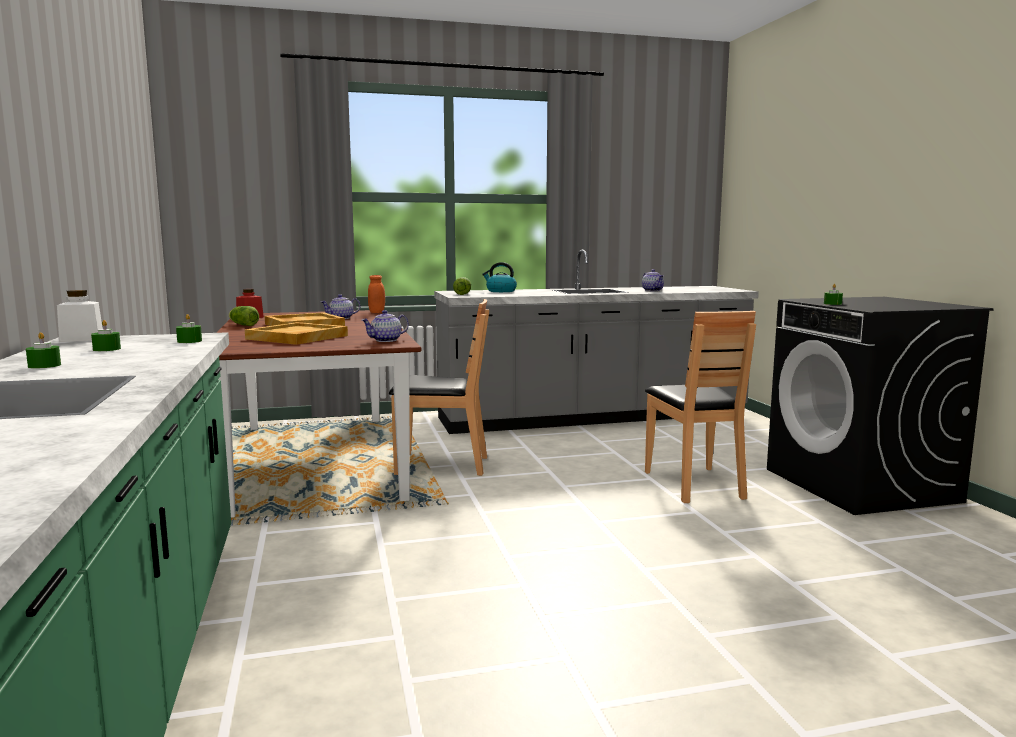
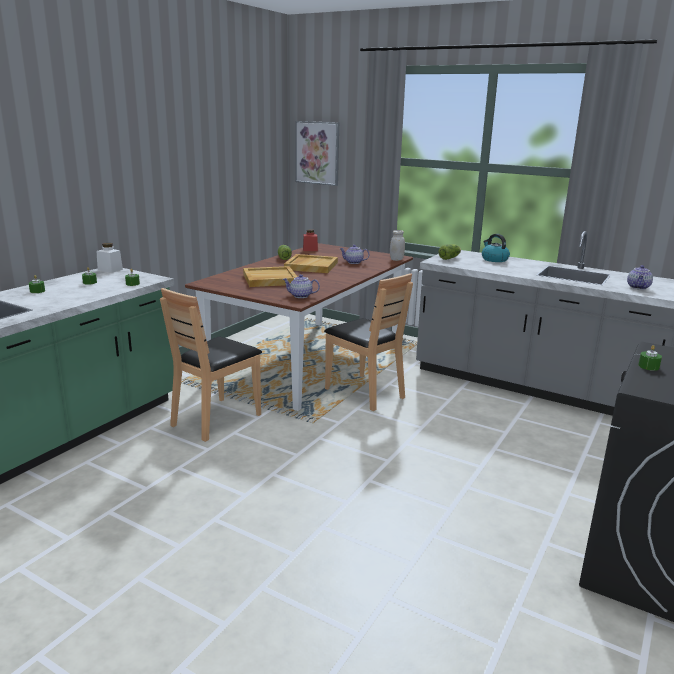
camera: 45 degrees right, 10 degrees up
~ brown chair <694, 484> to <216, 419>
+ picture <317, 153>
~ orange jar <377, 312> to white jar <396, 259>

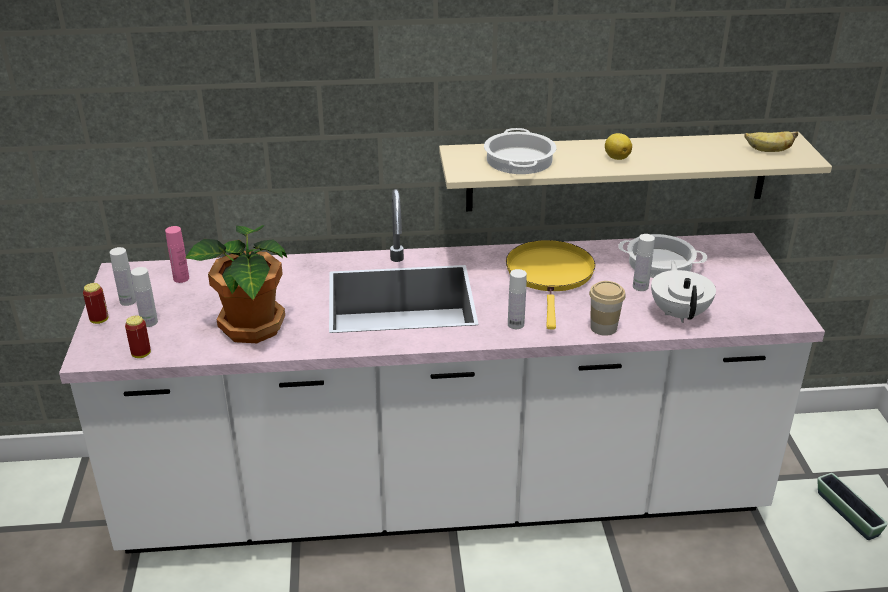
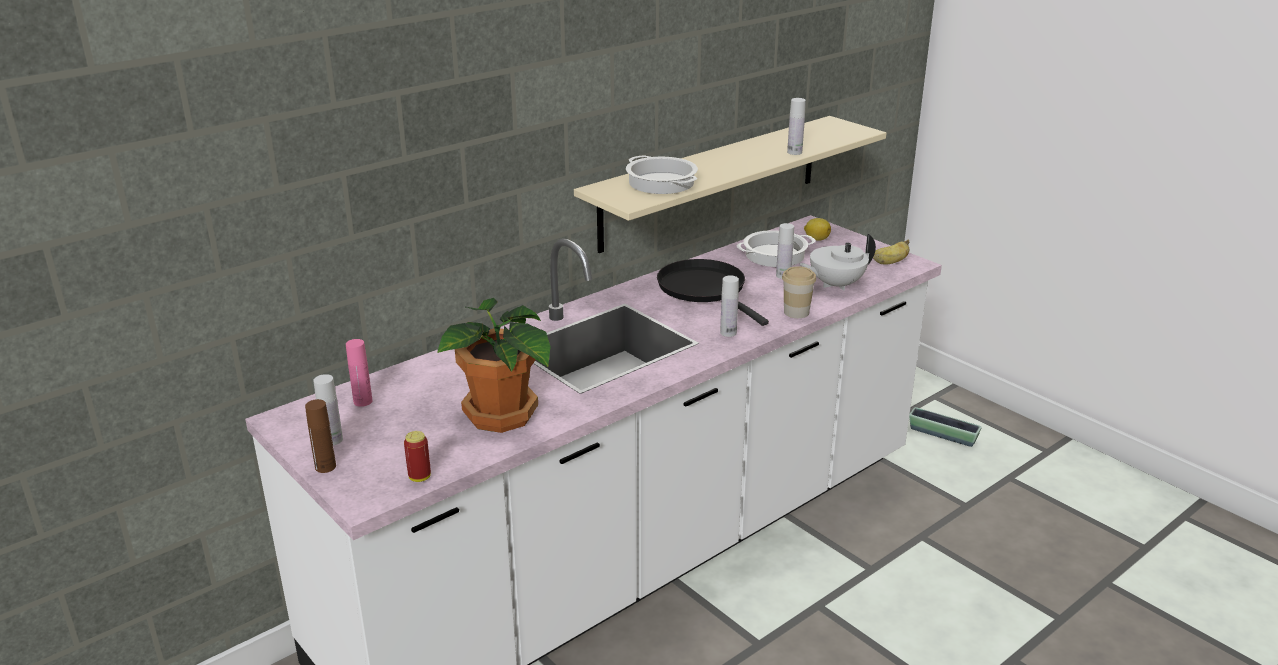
camera: 35 degrees left, 5 degrees down
~ can <99, 320> to brown bottle <325, 467>
~ yellow frying pan <550, 275> to black frying pan <705, 289>
~ white bottle <149, 322> to <794, 152>
~ white teapot <679, 313> = <835, 285> 75 degrees counterclockwise
~ lemon <616, 157> to <816, 239>
~ banana <768, 151> to <890, 263>

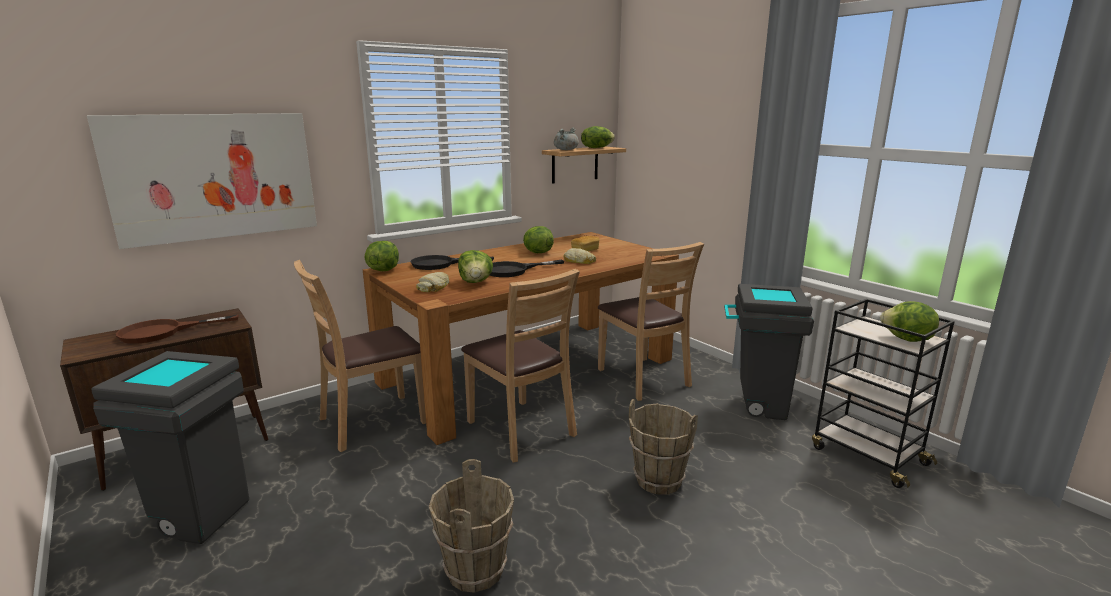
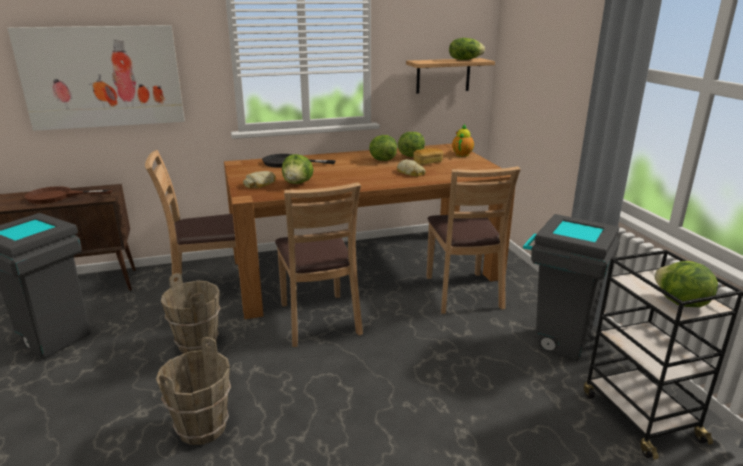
camera: 20 degrees right, 5 degrees up
~ brown bucket <658, 480> to <198, 343>
~ lettuce <383, 270> to <411, 156>
+ teapot <462, 154>
- black frying pan <513, 270>
- grey cooking pot <566, 150>

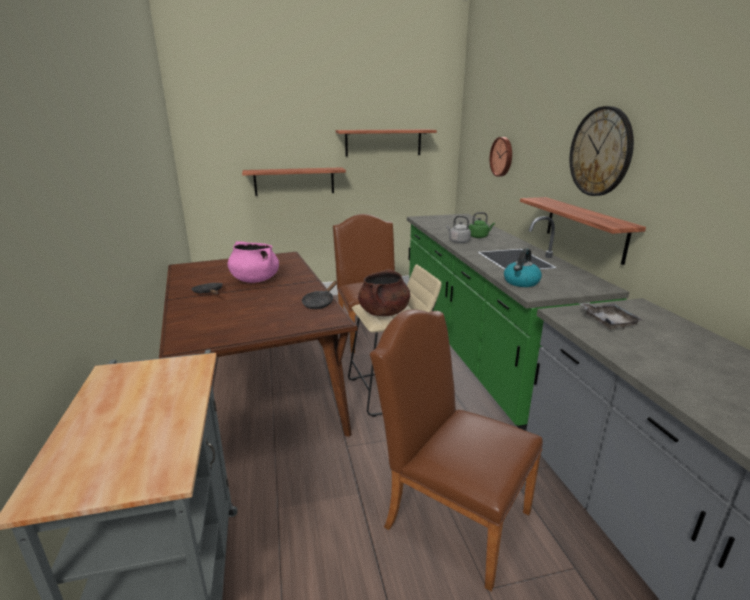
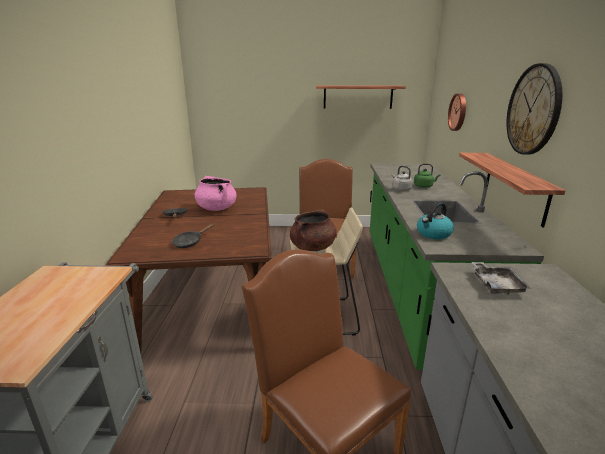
camera: 15 degrees right, 0 degrees up
~ black frying pan <319, 303> to <190, 242>
- shelf <294, 181>

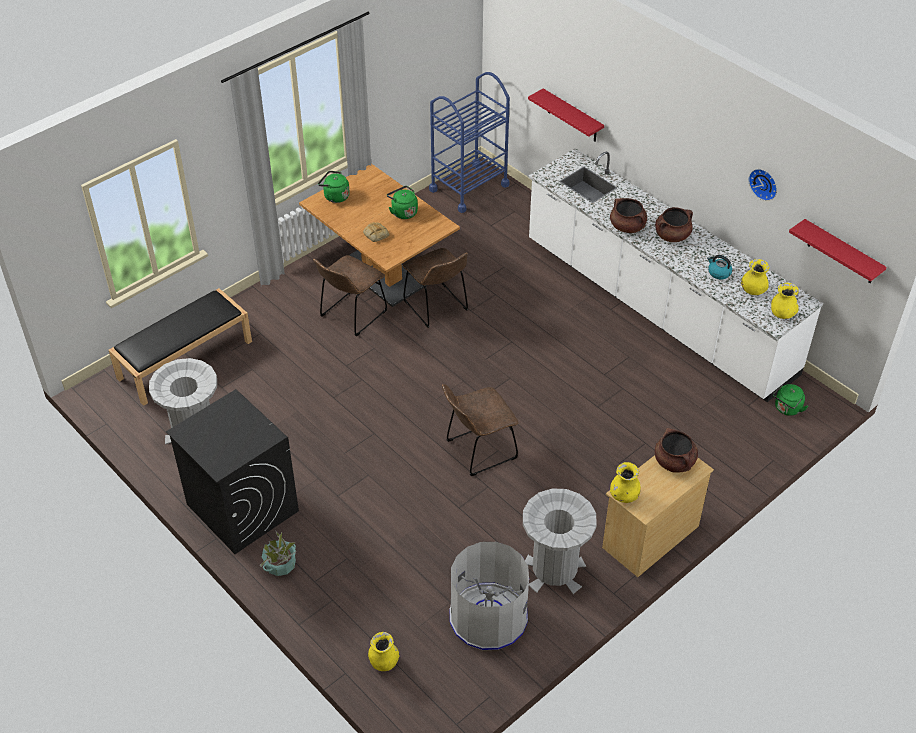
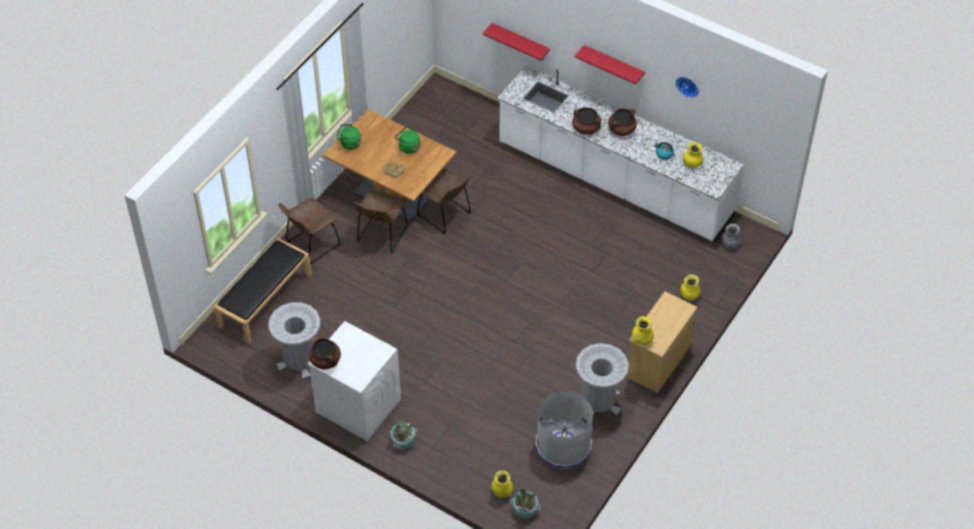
camera: 15 degrees left, 5 degrees up
~ brown chair <478, 451> to <311, 245>
~ black washing machine <241, 507> to white washing machine <357, 405>
~ brown cooking pot <674, 462> to <325, 361>
+ potted plant <525, 509>
~ red shelf <841, 253> to <613, 65>
~ yellow vase <782, 314> to <689, 295>
~ green kettle <787, 409> to grey vase <730, 244>
- blue cart <469, 187>

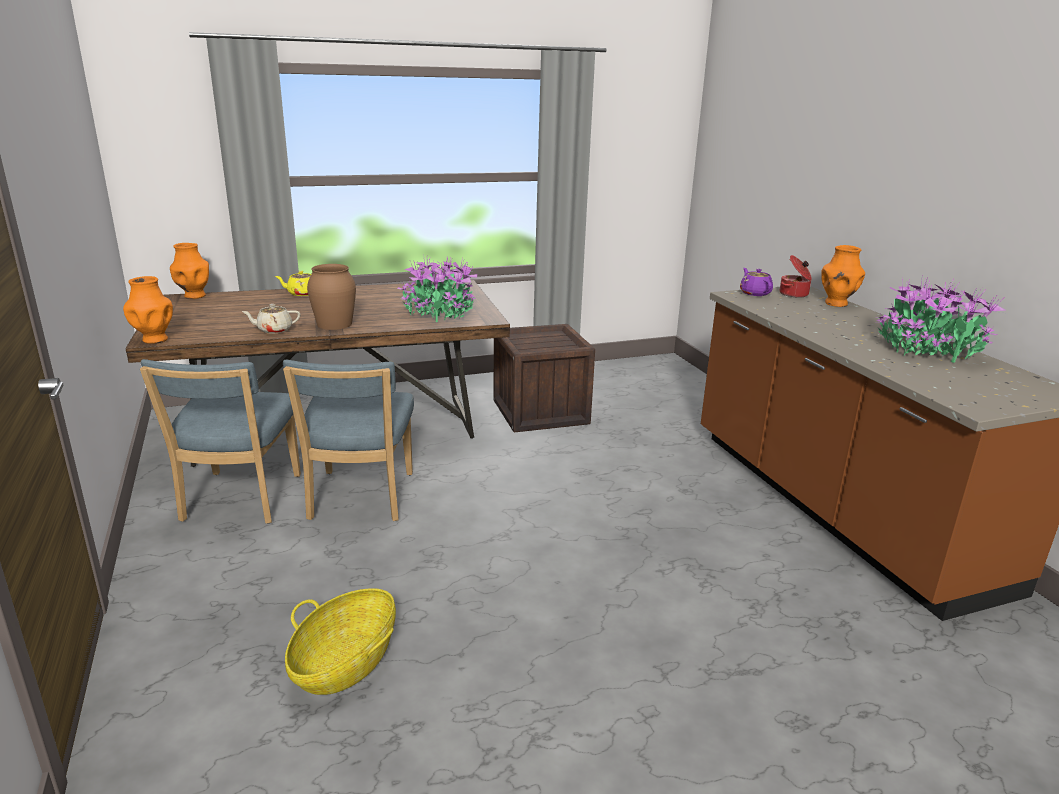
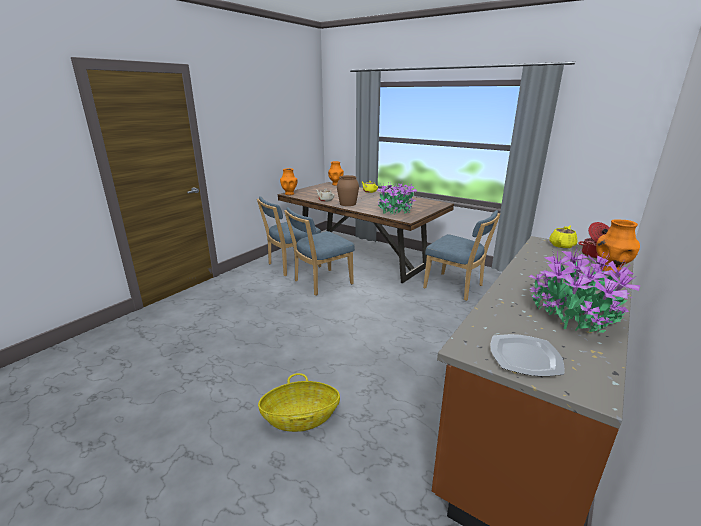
camera: 55 degrees right, 0 degrees up
~ basket <345, 663> to <300, 418>
~ crate <540, 412> to blue chair <456, 287>
+ plate <524, 357>
~ purple teapot <754, 293> to yellow teapot <562, 245>

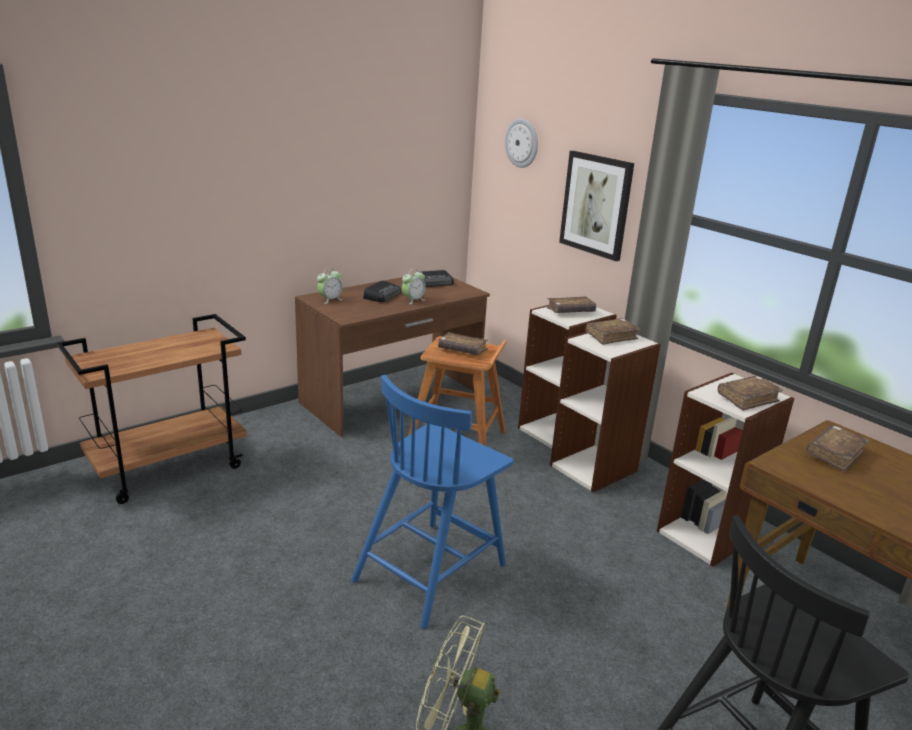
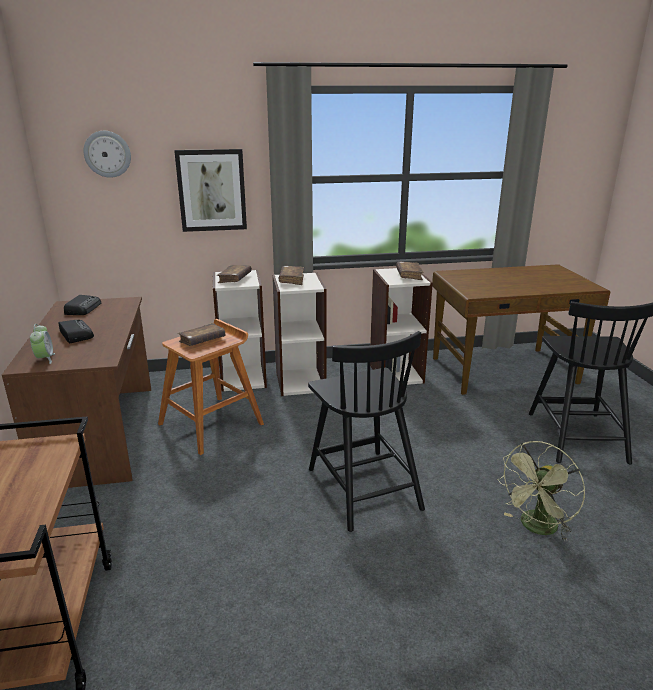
camera: 60 degrees left, 0 degrees up
~ blue chair <431, 570> to black chair <363, 487>
- alarm clock <413, 300>
- brown book <835, 454>

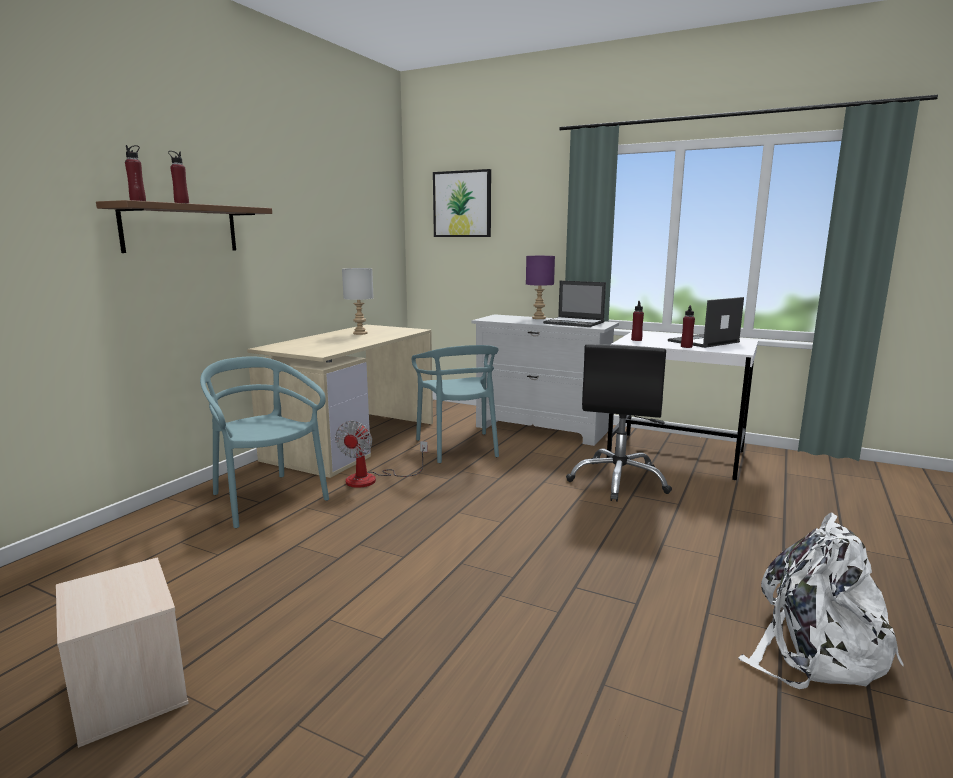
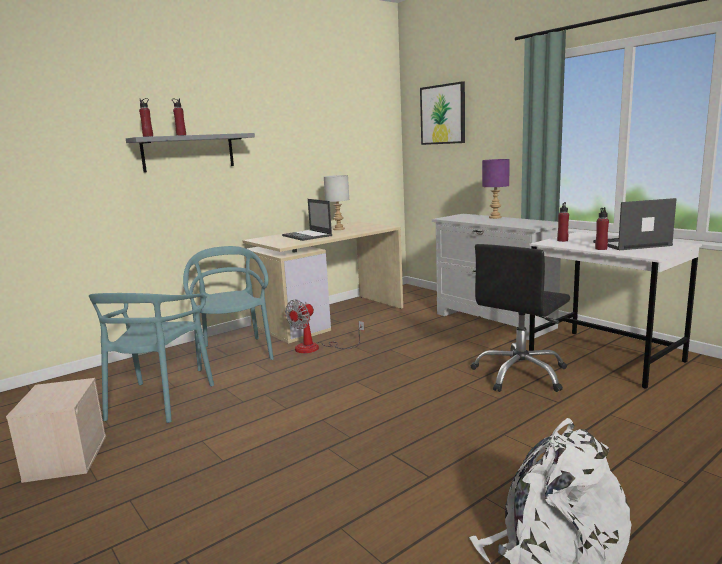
camera: 25 degrees right, 0 degrees up
~ turquoise chair <459, 447> to <158, 401>
~ brown shelf <180, 228> to grey shelf <188, 152>
~ laptop <574, 323> to <307, 236>

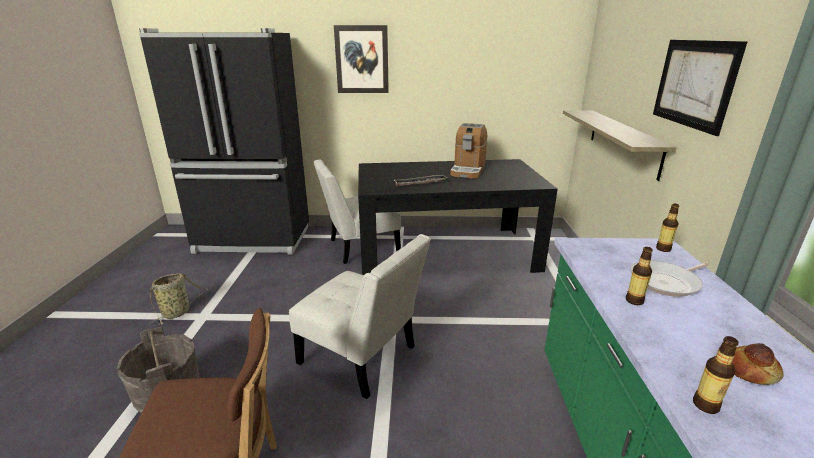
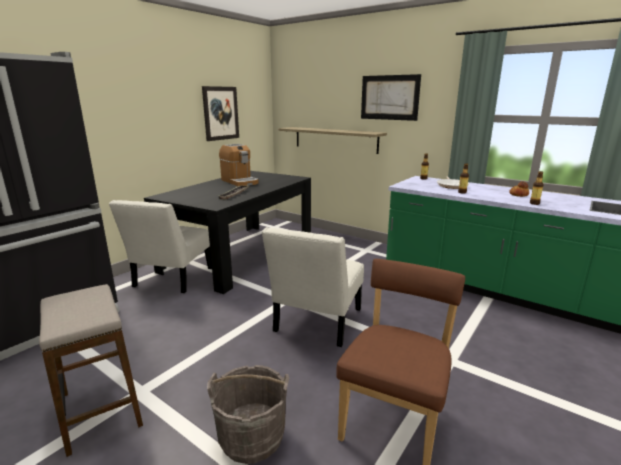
camera: 55 degrees left, 5 degrees down
~ basket <178, 312> to stool <100, 410>
~ picture <362, 60> to <220, 113>
~ white chair <362, 358> = <316, 323> 135 degrees clockwise

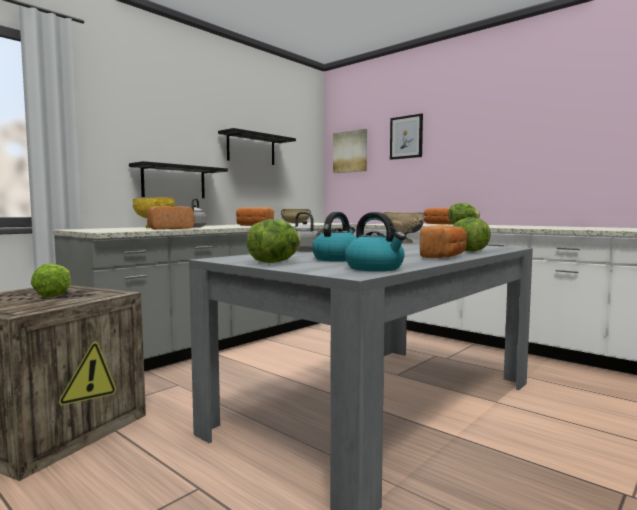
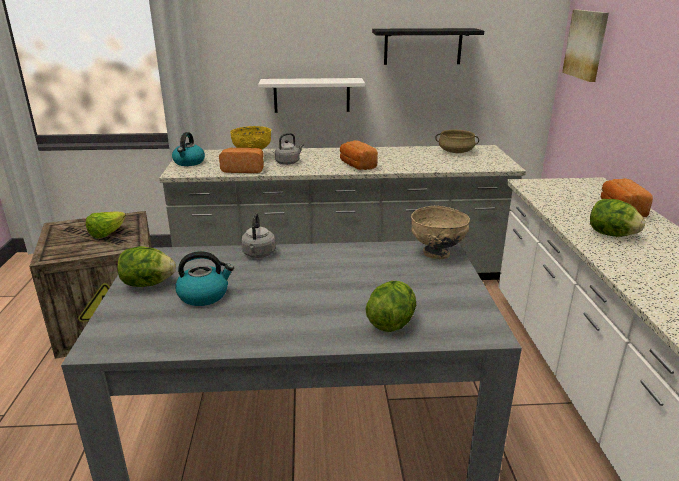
camera: 45 degrees right, 20 degrees up
~ kettle <375, 268> to <189, 162>
~ black shelf <174, 182> to white shelf <311, 95>
- picture <406, 137>
- bread <444, 256>

